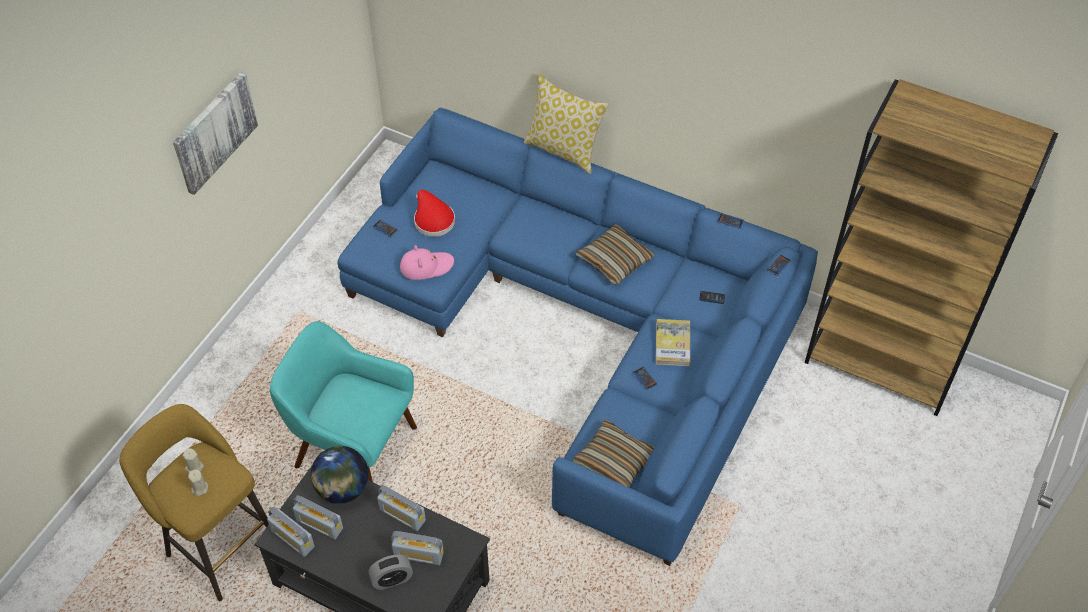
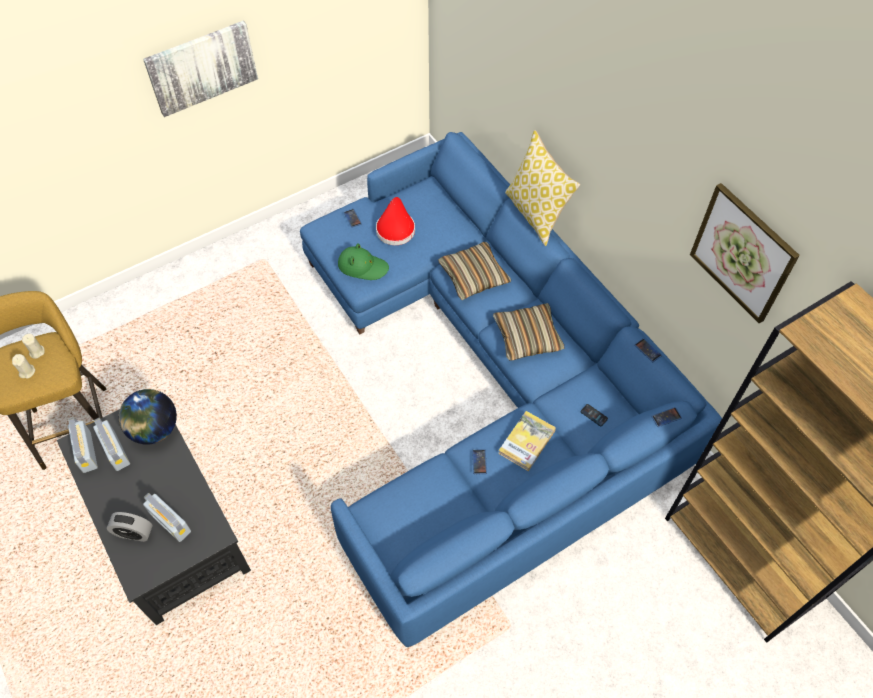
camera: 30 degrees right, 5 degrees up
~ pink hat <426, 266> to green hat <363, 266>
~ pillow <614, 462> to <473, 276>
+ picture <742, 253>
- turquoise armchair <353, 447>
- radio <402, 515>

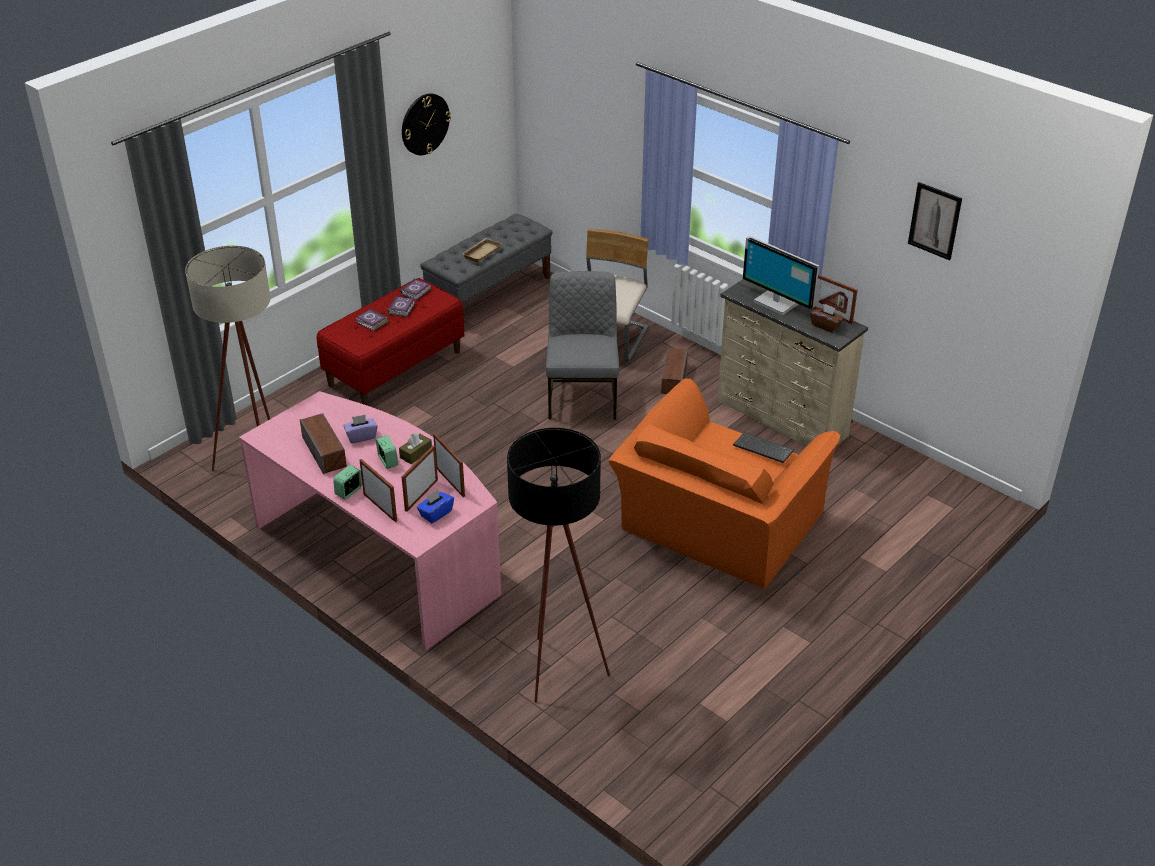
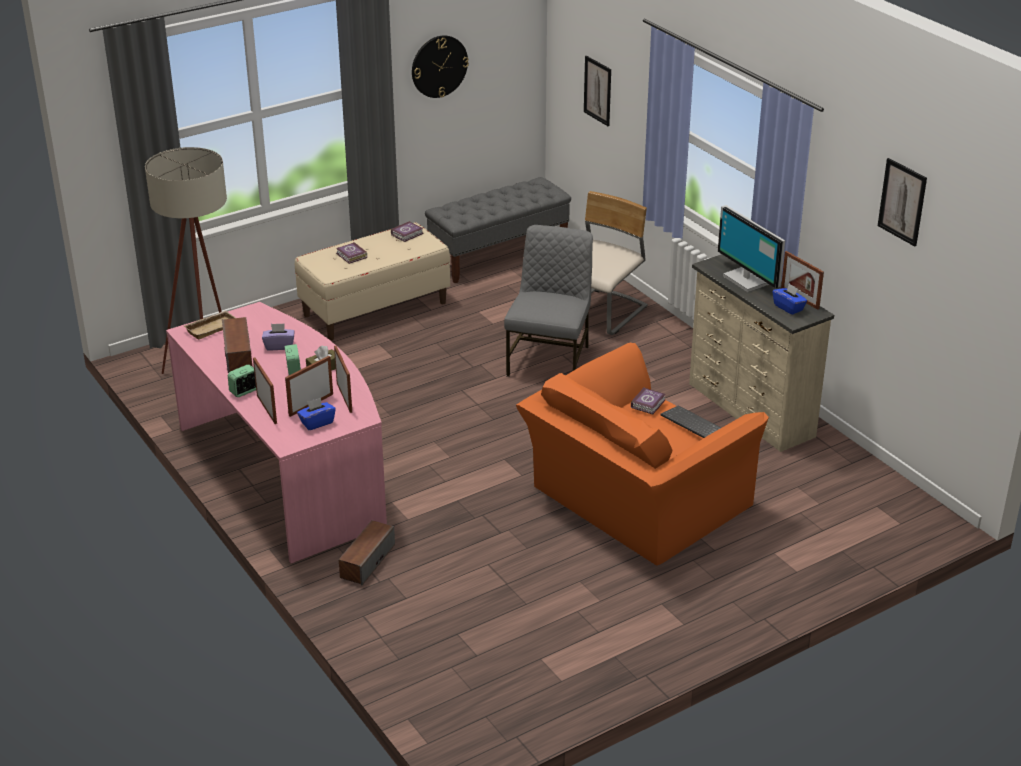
camera: 15 degrees right, 5 degrees down
~ beige tray <481, 252> to <211, 327>
~ red bench <395, 368> to beige bench <375, 309>
~ speaker <673, 379> to <367, 561>
+ picture <597, 90>
~ book <402, 308> to <649, 403>
~ brown tissue box <825, 326> to blue tissue box <788, 307>
- black floor lamp <556, 664>

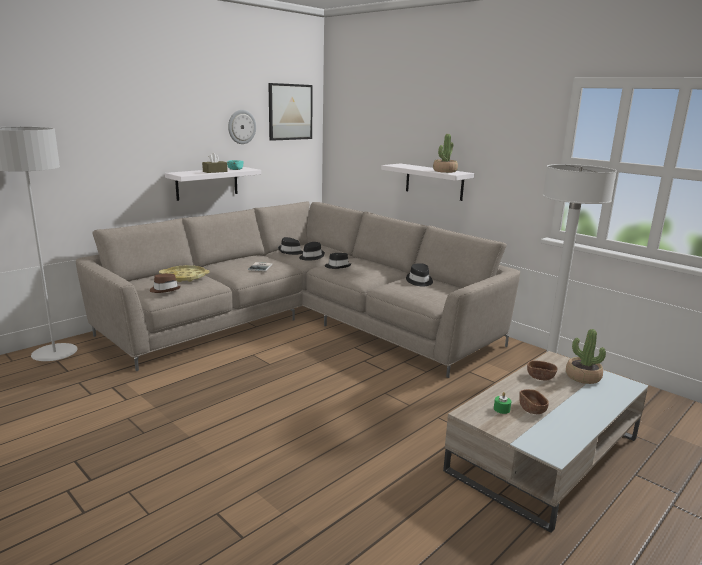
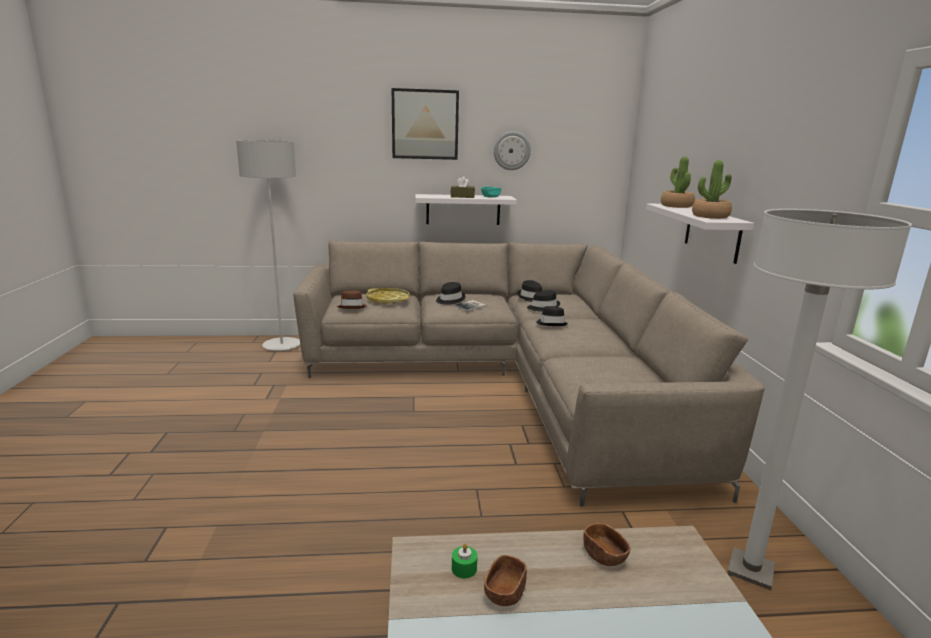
camera: 40 degrees right, 0 degrees up
~ picture <290, 112> to <425, 124>
~ black hat <419, 281> to <449, 300>
~ potted plant <582, 377> to <676, 206>

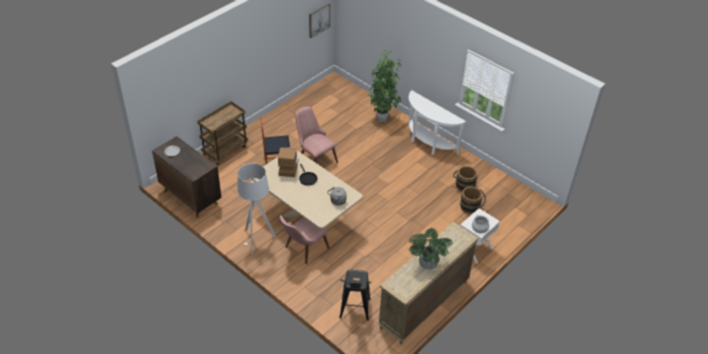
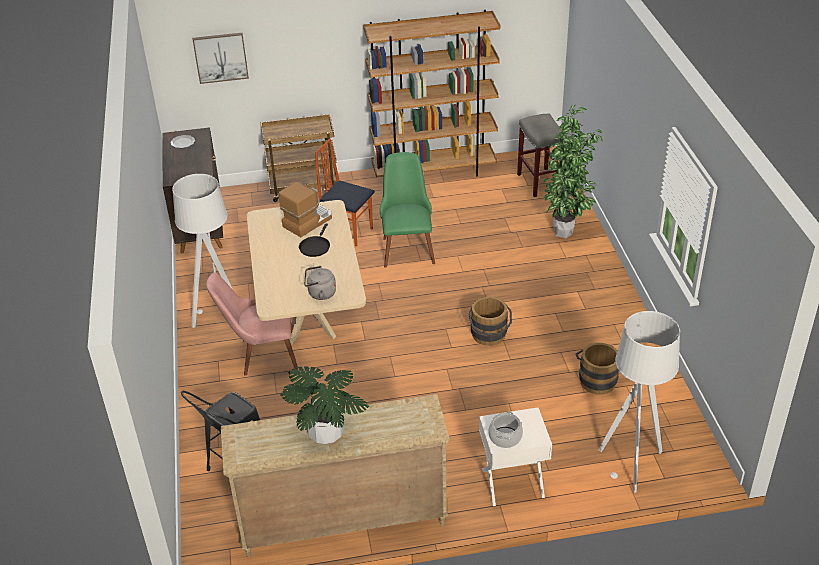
camera: 40 degrees right, 5 degrees down
~ picture <319, 20> to <220, 57>
+ brown bookcase <434, 171>
~ pink chair <314, 158> to green chair <407, 245>
~ brown bucket <471, 208> to <489, 337>
+ grey stool <541, 182>
+ grey floor lamp <631, 464>
- white console table <428, 143>

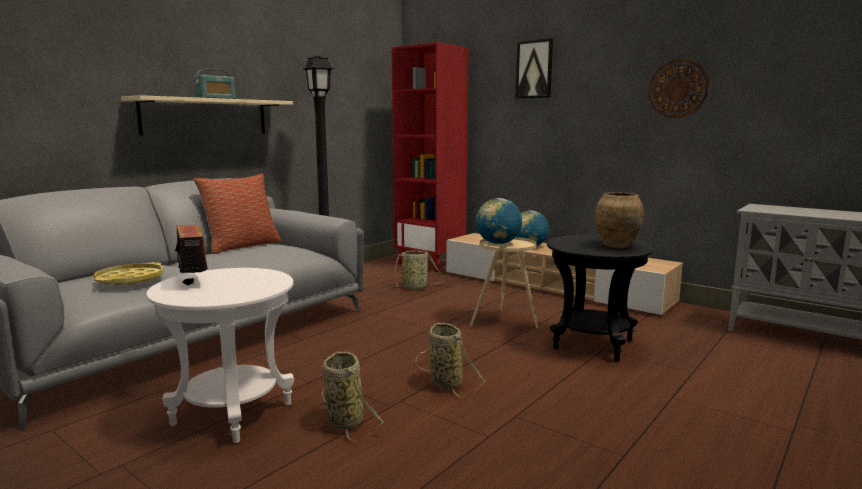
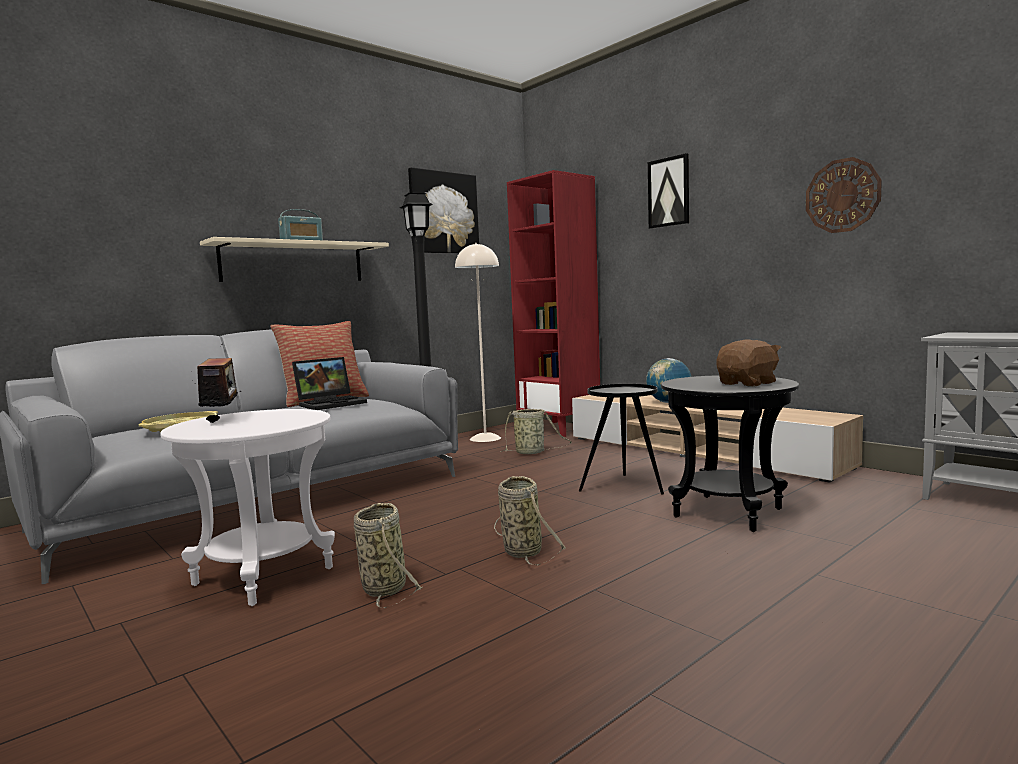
camera: 10 degrees right, 5 degrees down
+ laptop <332, 403>
+ picture <443, 213>
+ beige floor lamp <485, 438>
~ beige side table <505, 322> to black side table <624, 487>
~ brown vase <616, 246> to brown plush toy <748, 383>
- globe <498, 243>

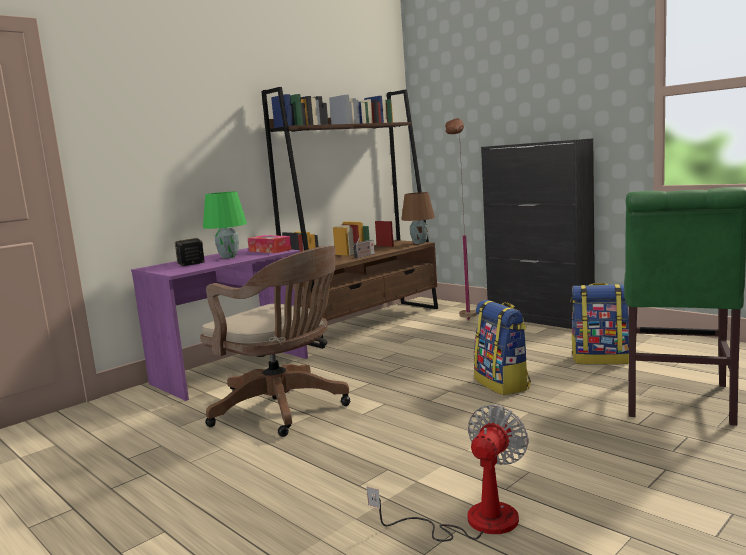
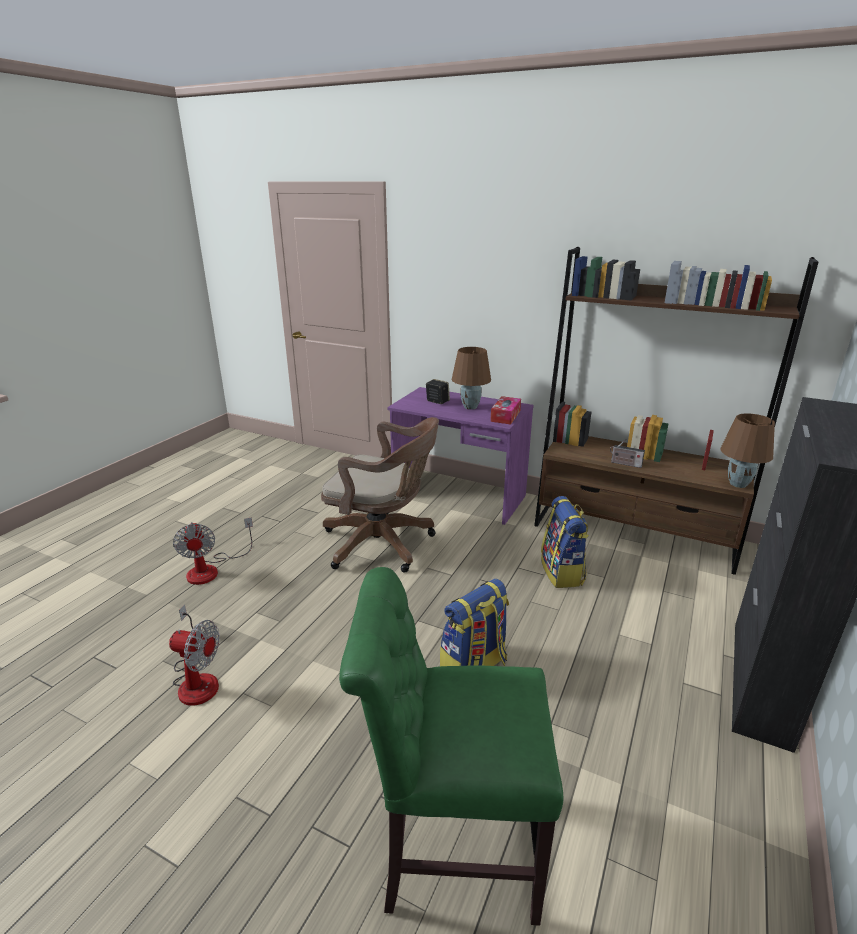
camera: 70 degrees right, 15 degrees up
+ fan <211, 569>
~ brown office chair <284, 409> = <383, 544> 90 degrees counterclockwise
~ green table lamp <228, 257> to brown table lamp <469, 407>
~ backpack <600, 359> to <562, 572>
- brown floor lamp <465, 316>

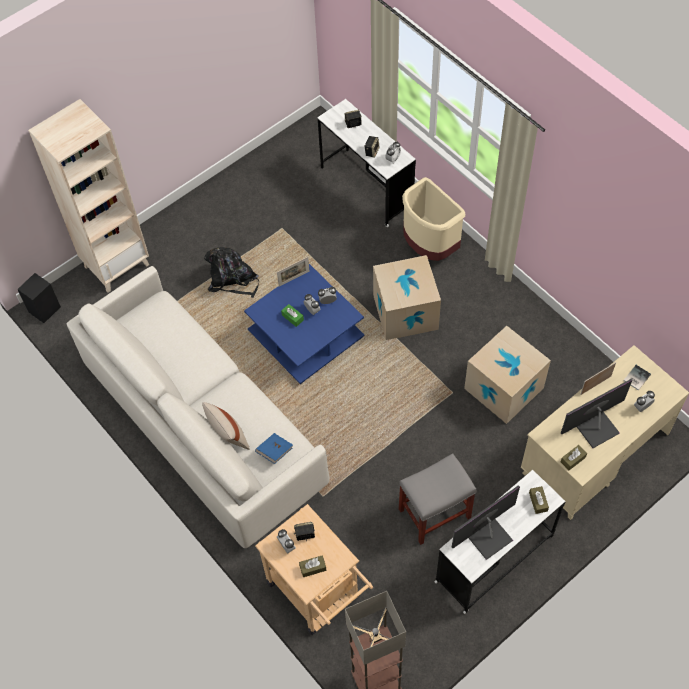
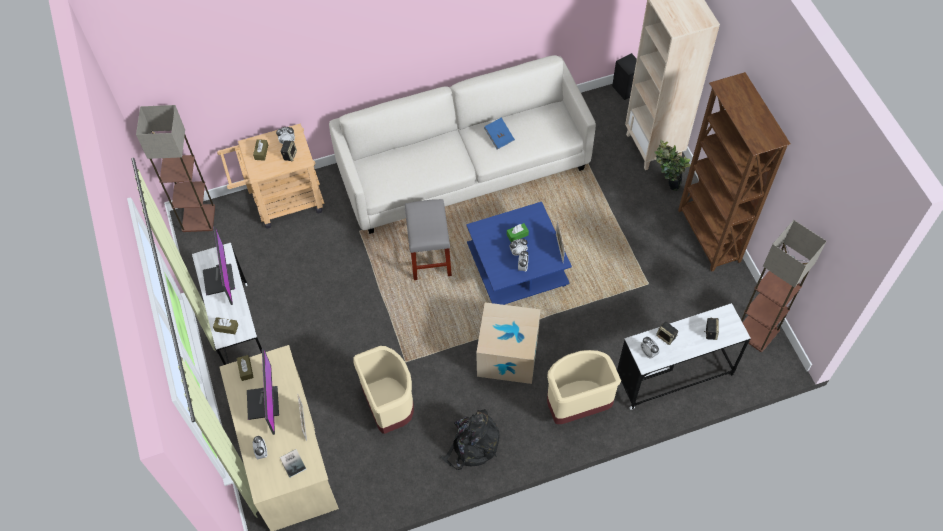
camera: 110 degrees right, 0 degrees up
~ cardboard box <503, 388> to beige trash can <389, 407>
~ grey stool <435, 512> to <430, 257>
~ black backpack <233, 279> to <472, 446>
~ blue book <274, 451> to <499, 137>
+ potted plant <665, 185>
+ brown bookcase <708, 236>
+ floor lamp <757, 331>
- beige pillow <228, 437>

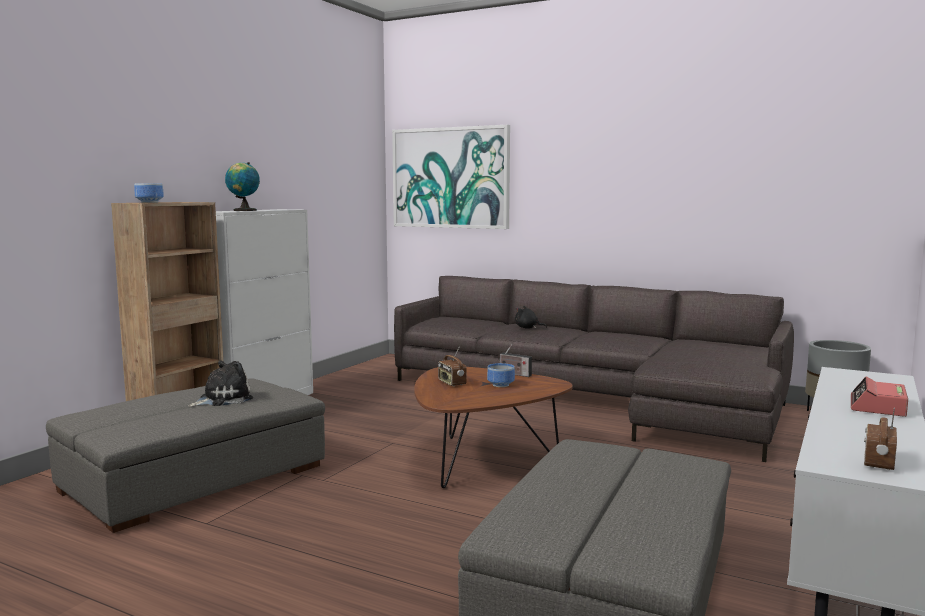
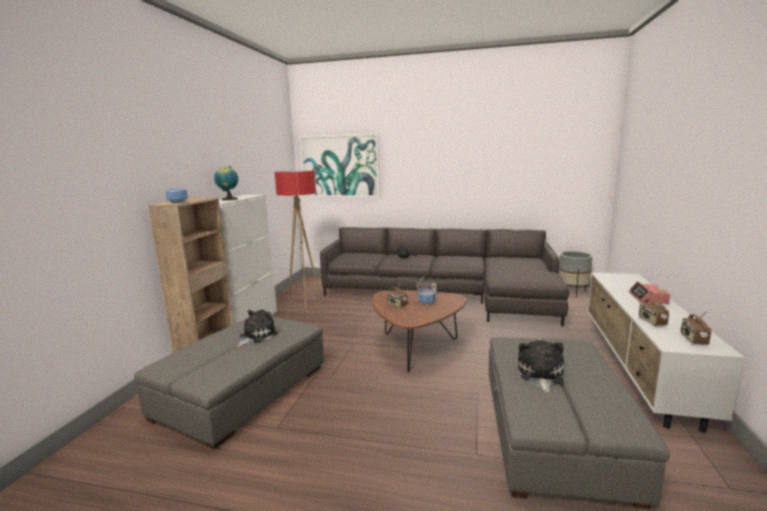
camera: 15 degrees left, 5 degrees up
+ floor lamp <305, 303>
+ plush toy <540, 375>
+ radio <651, 322>

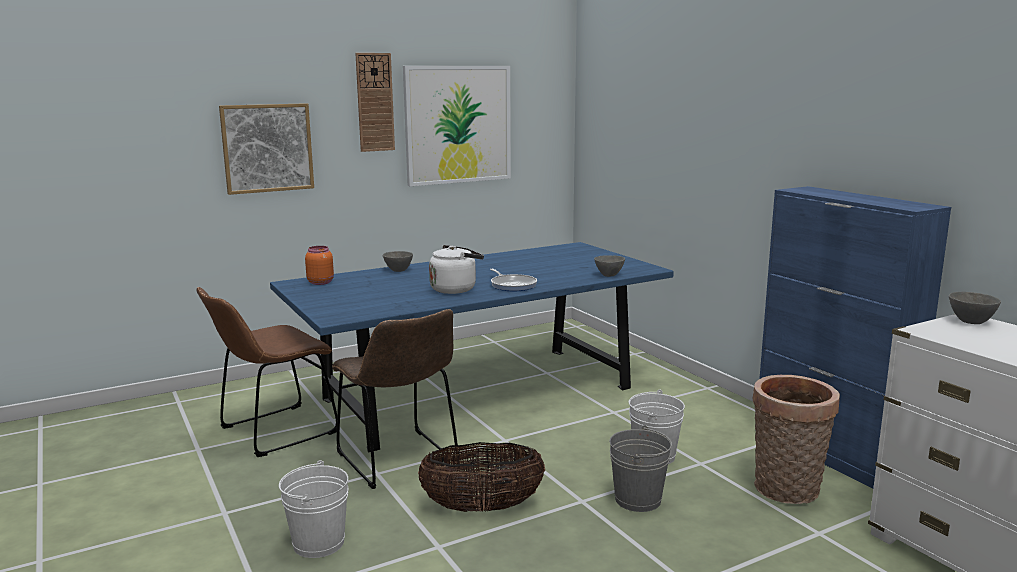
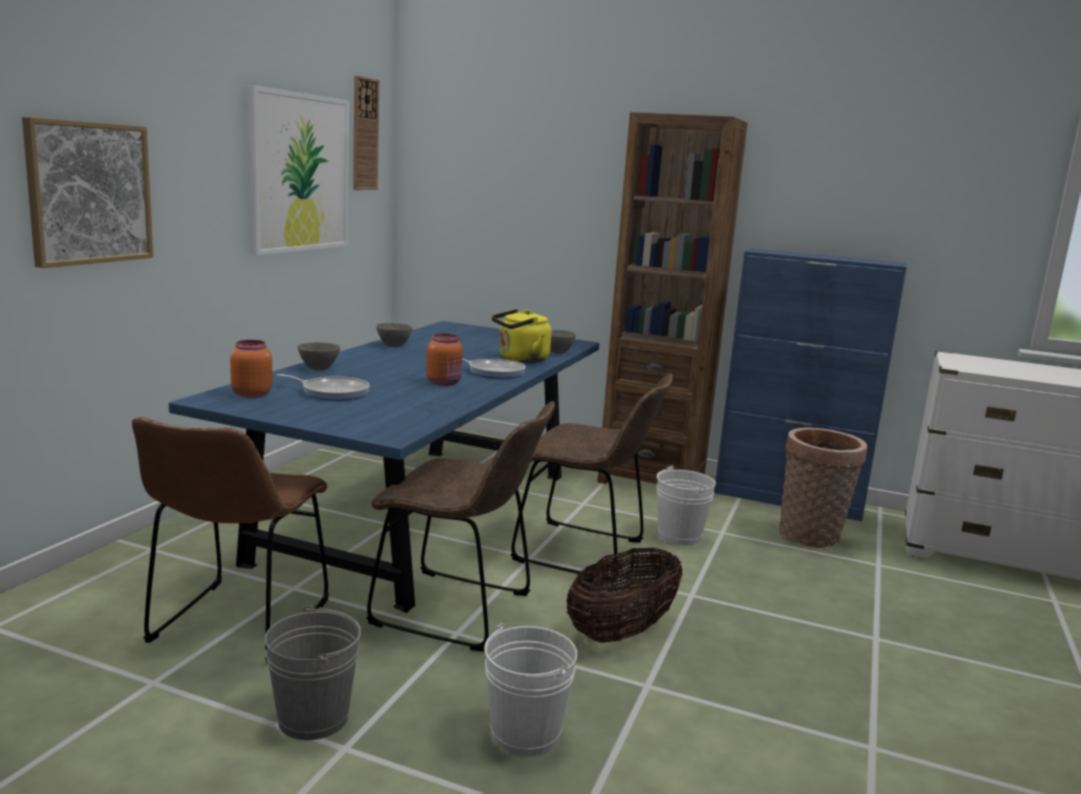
camera: 40 degrees left, 0 degrees up
~ grey bucket <638, 500> to <313, 718>
+ frying pan <332, 392>
~ wall clock <375, 102> to <364, 134>
~ grey bowl <970, 322> to <393, 346>
~ white kettle <455, 289> to orange jar <444, 383>
+ yellow kettle <520, 360>
+ brown chair <586, 553>
+ brown bookcase <652, 479>

